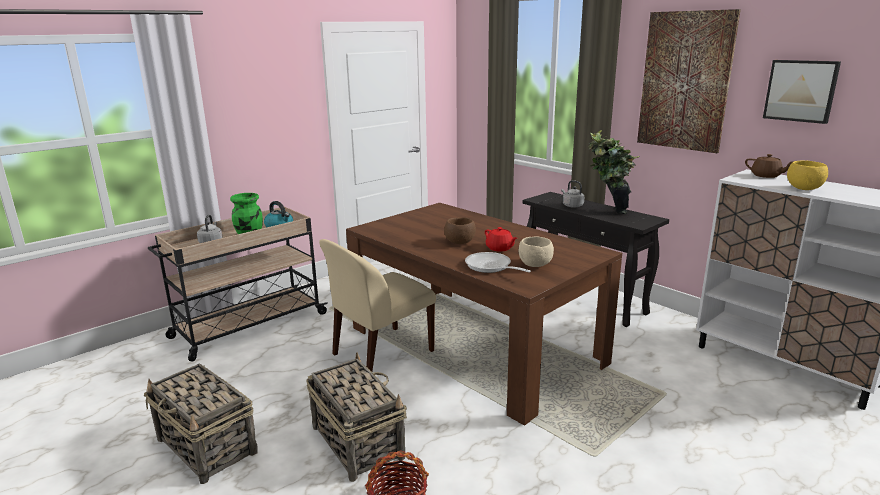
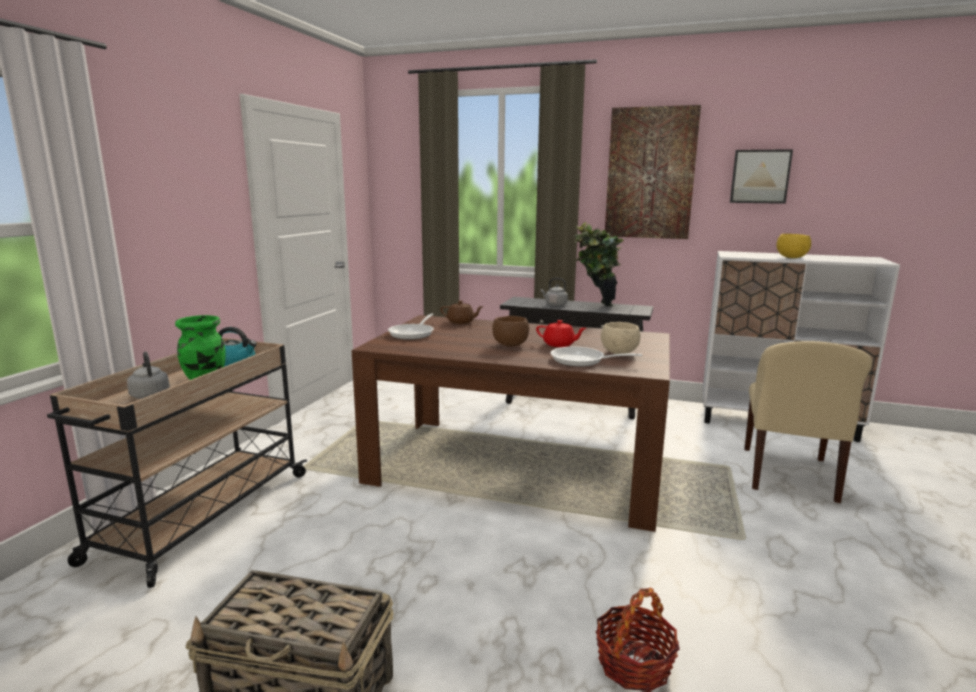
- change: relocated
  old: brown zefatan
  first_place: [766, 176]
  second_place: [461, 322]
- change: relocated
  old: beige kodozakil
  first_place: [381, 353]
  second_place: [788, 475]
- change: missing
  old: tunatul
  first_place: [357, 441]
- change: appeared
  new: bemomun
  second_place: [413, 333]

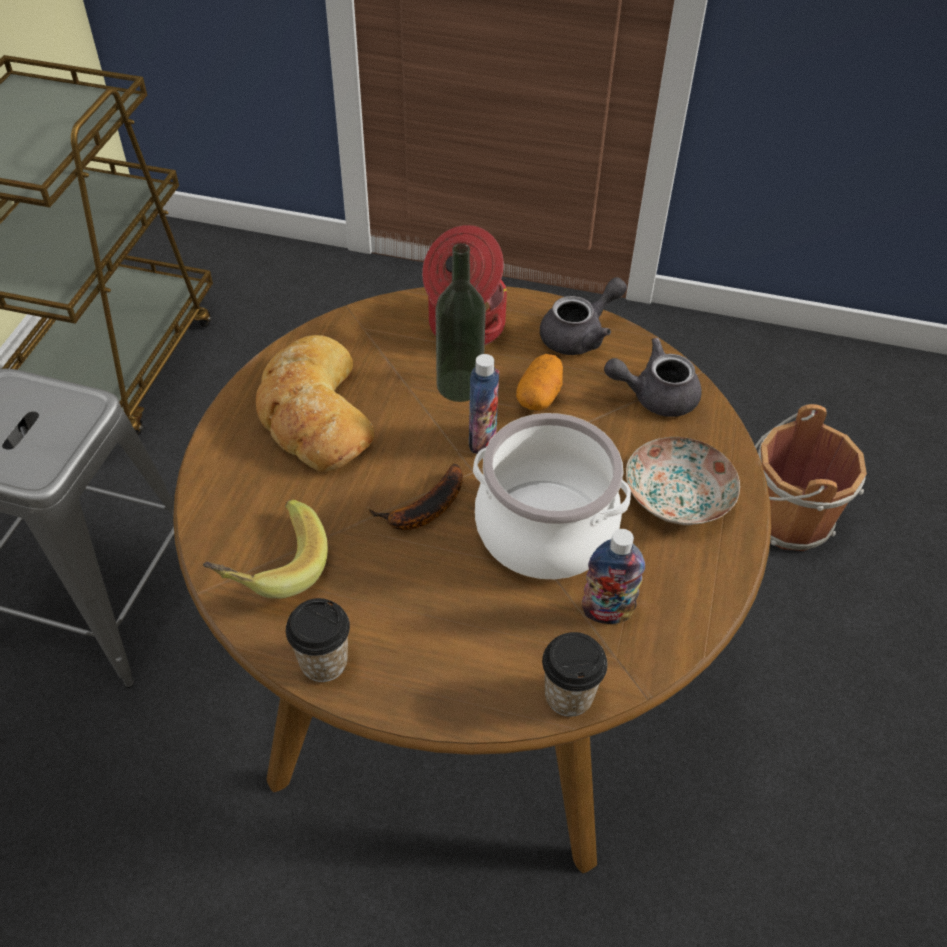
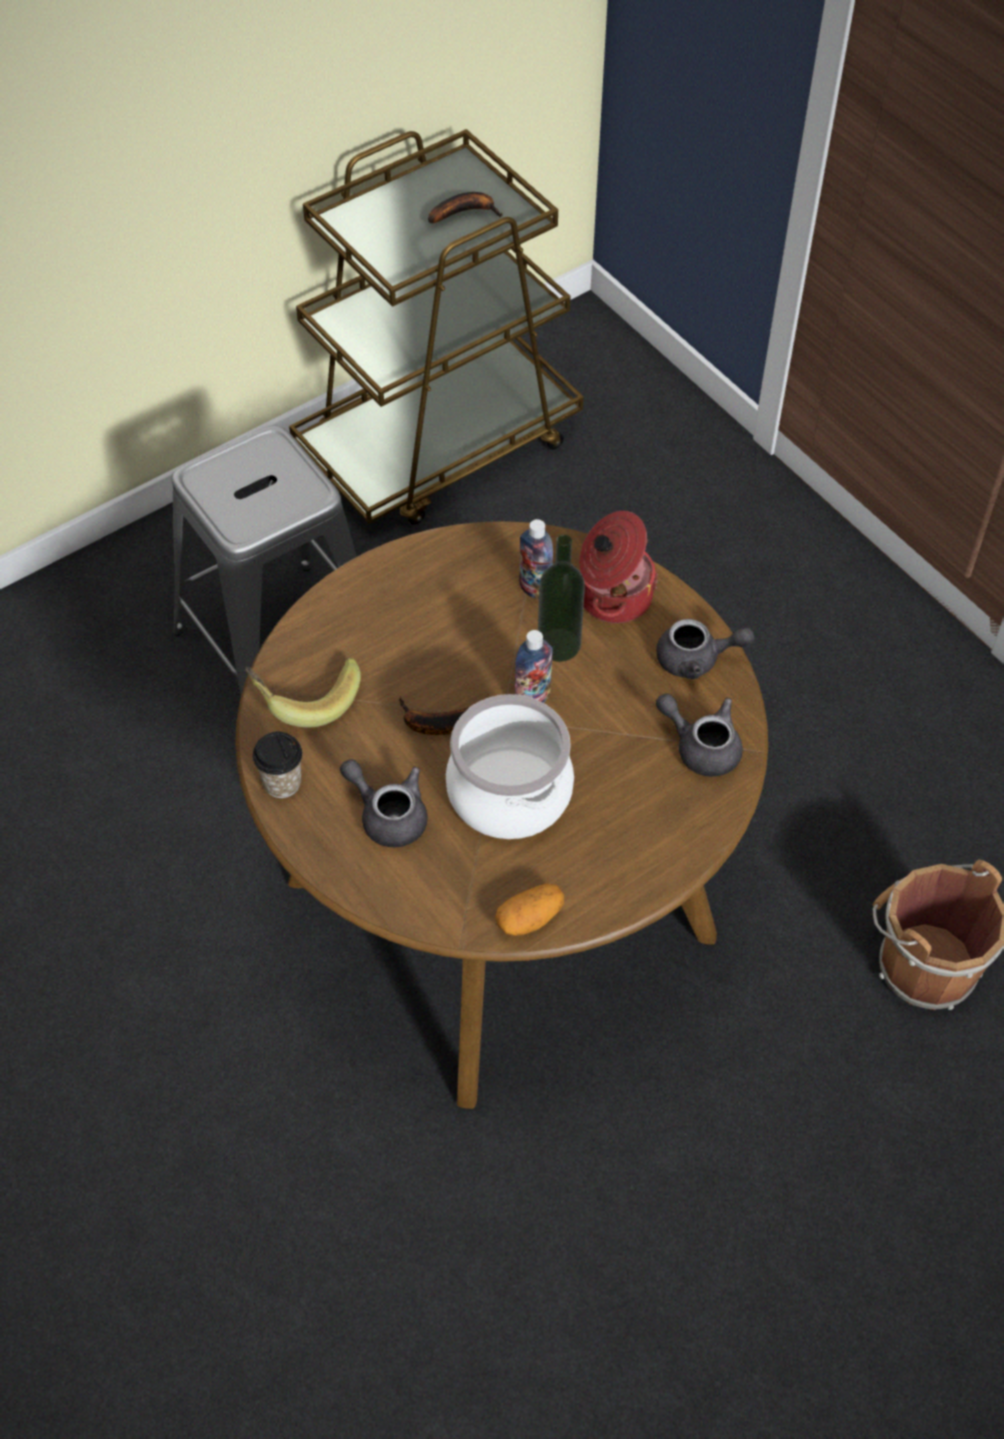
- change: missing
  old: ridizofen
  first_place: [313, 413]
- change: relocated
  old: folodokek
  first_place: [539, 395]
  second_place: [530, 918]
- change: missing
  old: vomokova
  first_place: [679, 496]
- change: relocated
  old: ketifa
  first_place: [607, 612]
  second_place: [535, 589]
- change: missing
  old: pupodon
  first_place: [569, 695]
- change: appeared
  new: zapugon
  second_place: [465, 212]
- change: appeared
  new: grey zefatan
  second_place: [388, 815]

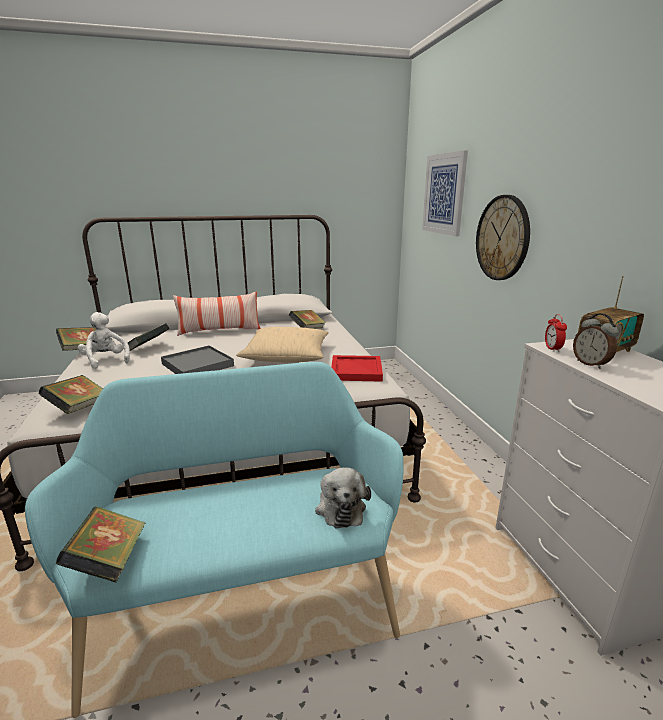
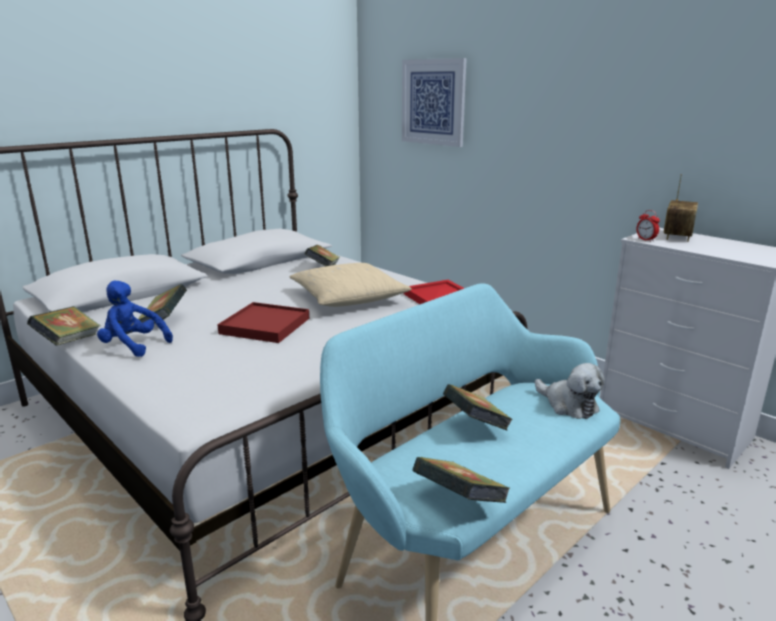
- change: missing
  old: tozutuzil
  first_place: [502, 238]
- change: missing
  old: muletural
  first_place: [219, 331]
- change: colour
  old: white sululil
  new: blue sululil
  first_place: [106, 360]
  second_place: [133, 346]
- change: missing
  old: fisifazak
  first_place: [591, 364]
- change: colour
  old: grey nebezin
  new: red nebezin
  first_place: [198, 365]
  second_place: [265, 326]
- change: relocated
  old: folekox
  first_place: [78, 408]
  second_place: [475, 425]

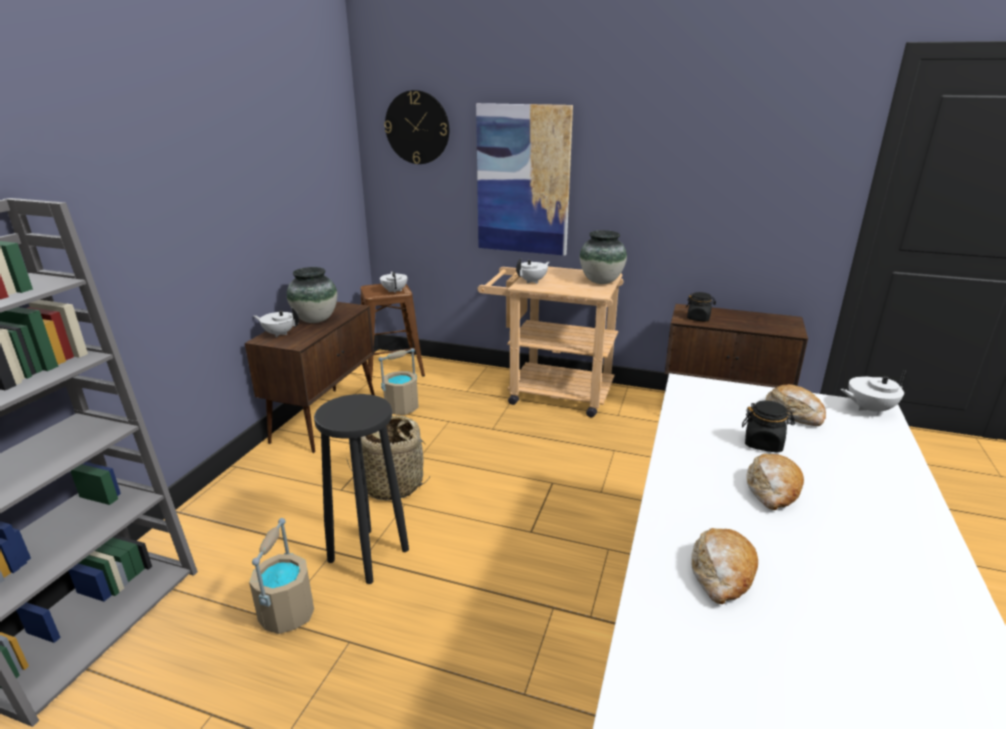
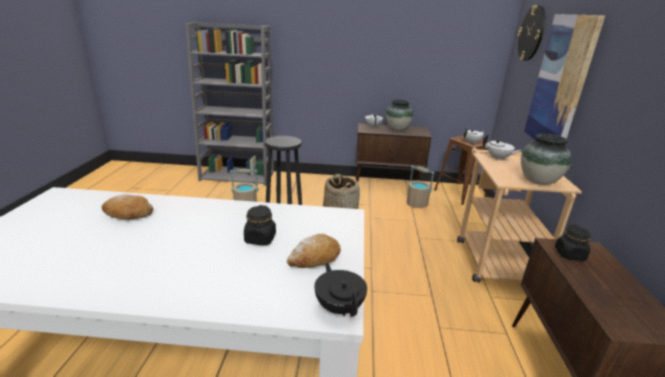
- change: colour
  old: white zefatan
  new: black zefatan
  first_place: [868, 409]
  second_place: [339, 306]
- change: missing
  old: ridizofen
  first_place: [772, 490]

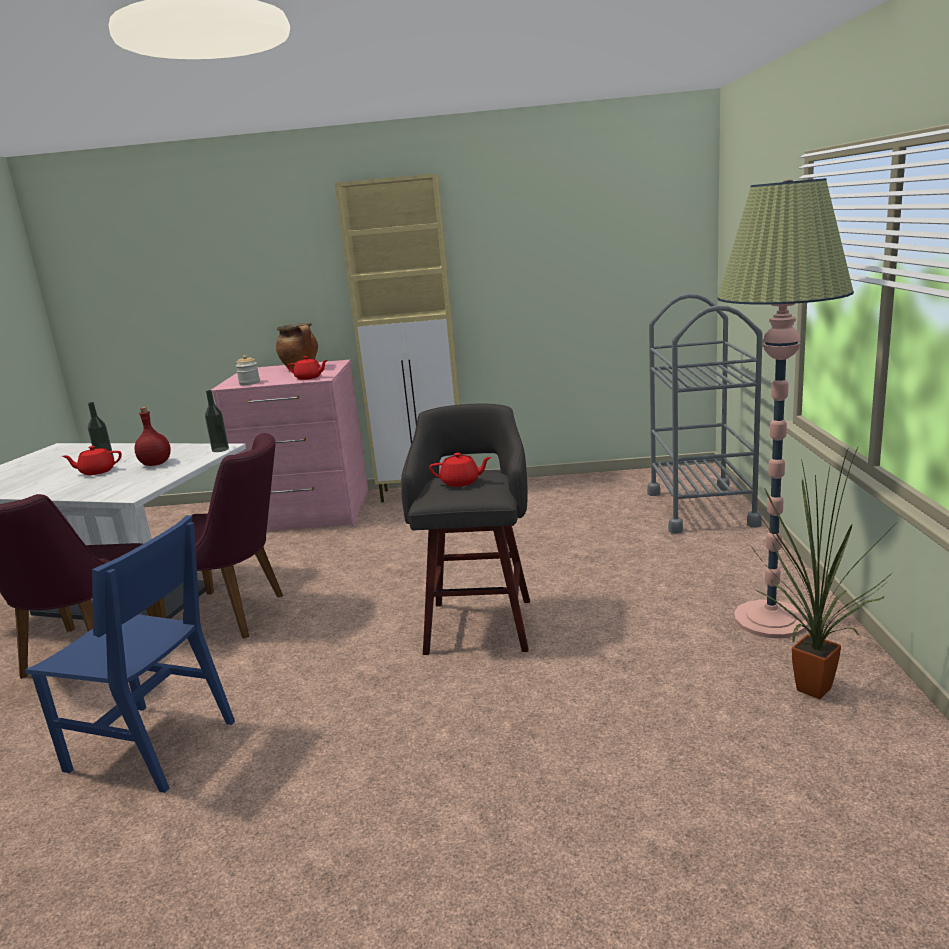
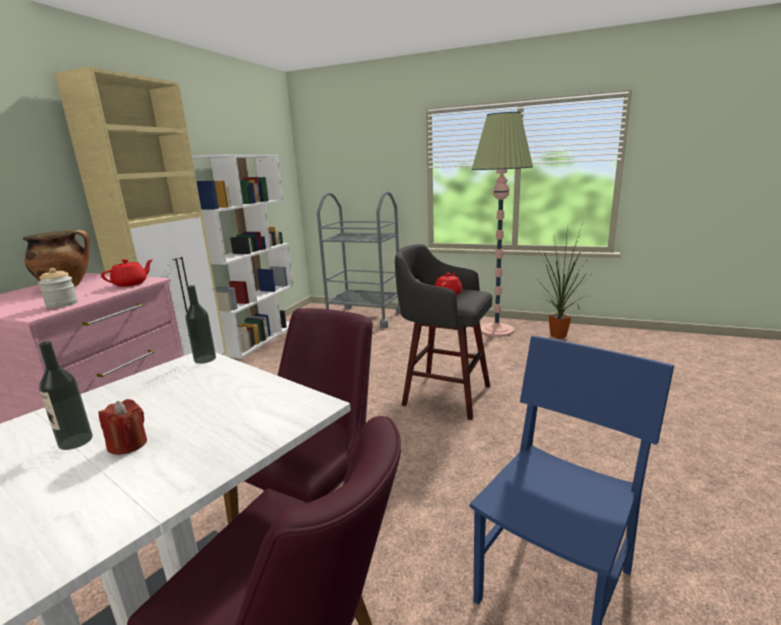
- change: missing
  old: red ketifa
  first_place: [156, 464]
- change: exchanged
  old: red zefatan
  new: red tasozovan
  first_place: [97, 472]
  second_place: [128, 444]
- change: appeared
  new: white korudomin
  second_place: [261, 338]

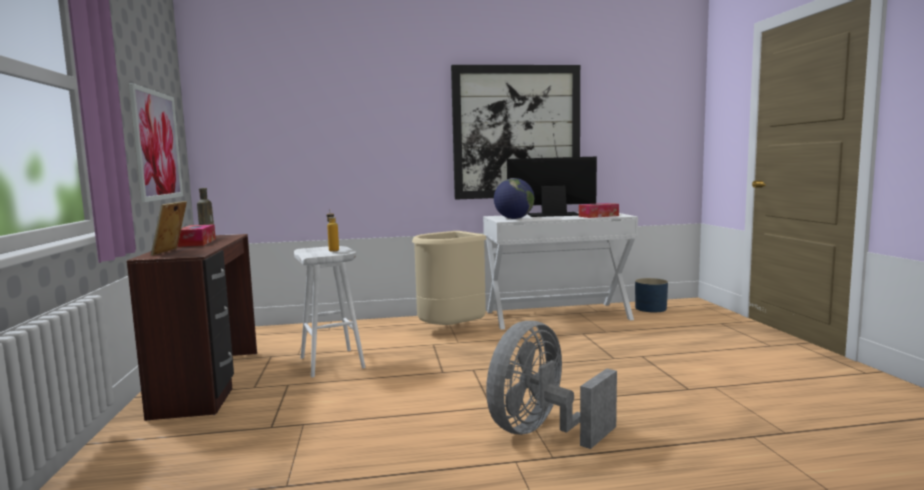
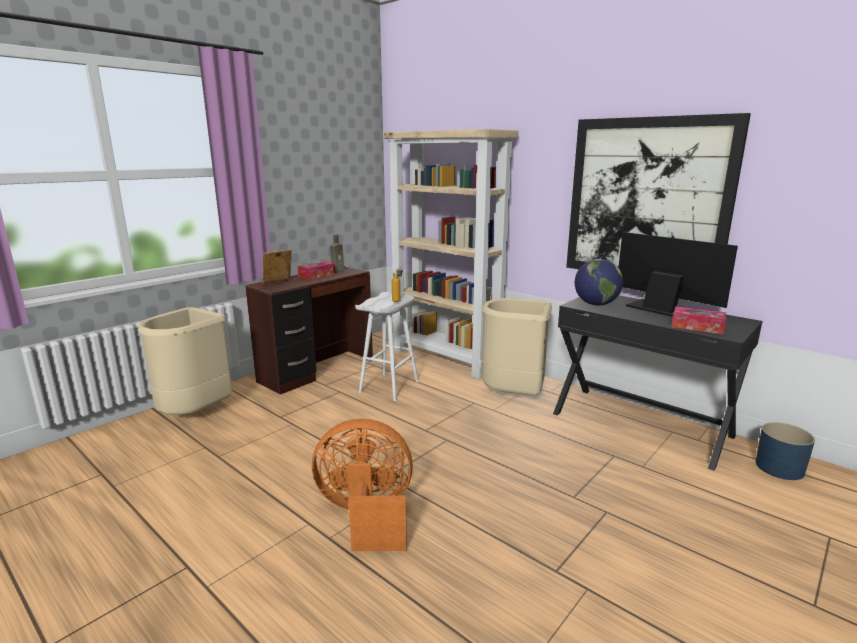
- change: missing
  old: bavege
  first_place: [157, 145]
- change: colour
  old: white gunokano
  new: black gunokano
  first_place: [557, 315]
  second_place: [641, 424]
- change: colour
  old: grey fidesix
  new: orange fidesix
  first_place: [542, 432]
  second_place: [366, 516]
- change: appeared
  new: beige korudomin
  second_place: [447, 358]
- change: appeared
  new: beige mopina
  second_place: [195, 413]

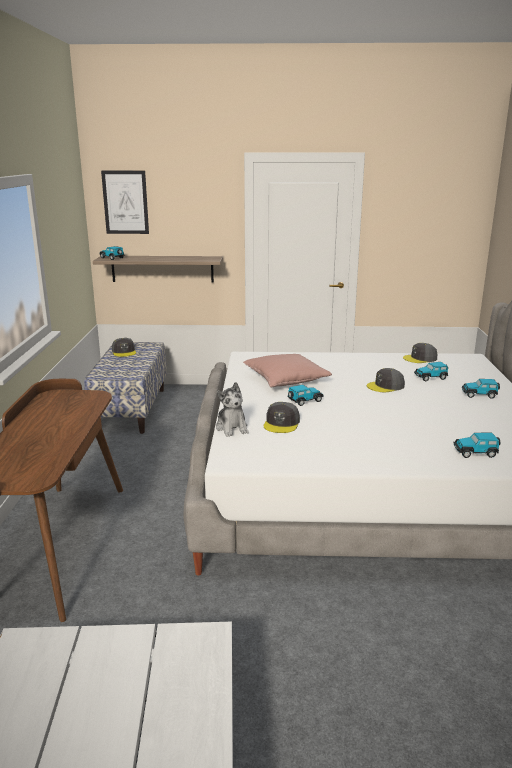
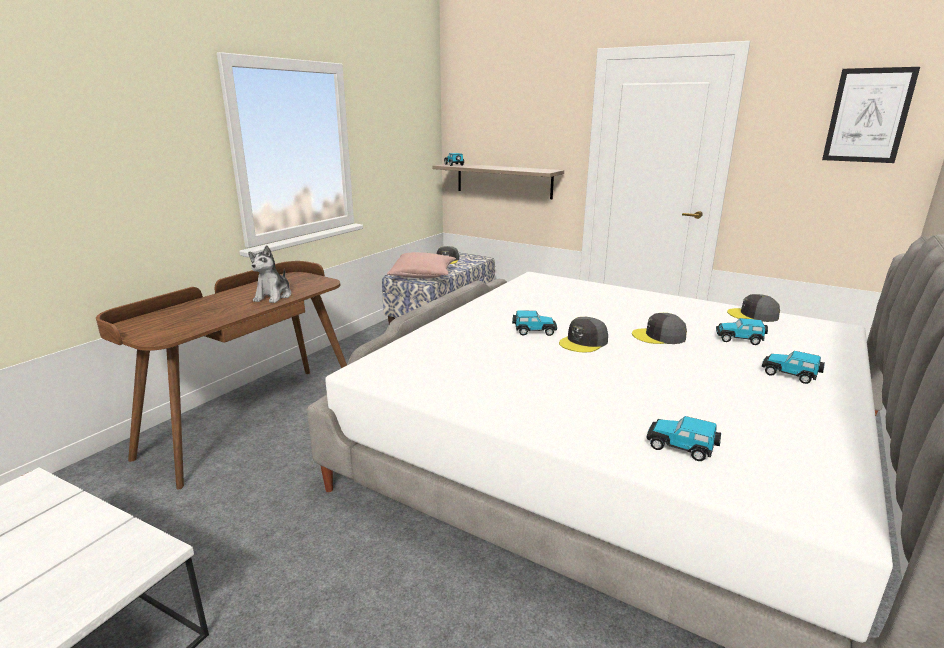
- change: relocated
  old: bavege
  first_place: [125, 202]
  second_place: [868, 116]
- change: relocated
  old: pink muletural
  first_place: [286, 380]
  second_place: [423, 275]
- change: relocated
  old: sululil
  first_place: [232, 428]
  second_place: [273, 296]
- change: relocated
  old: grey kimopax
  first_place: [282, 423]
  second_place: [583, 342]

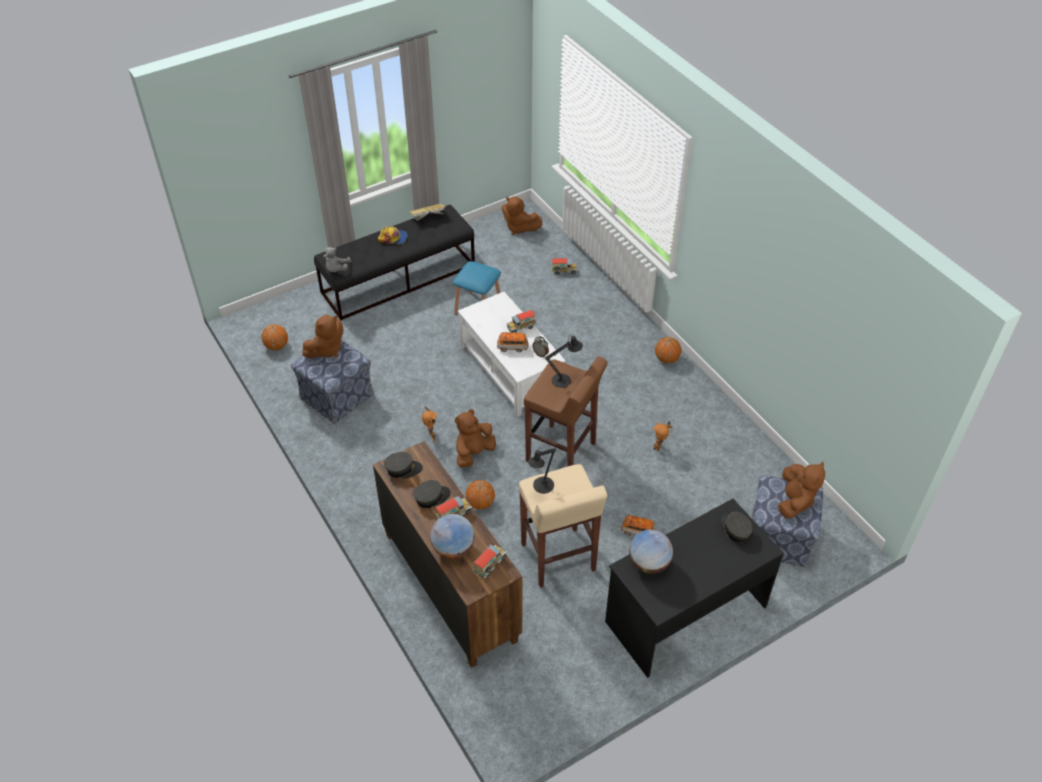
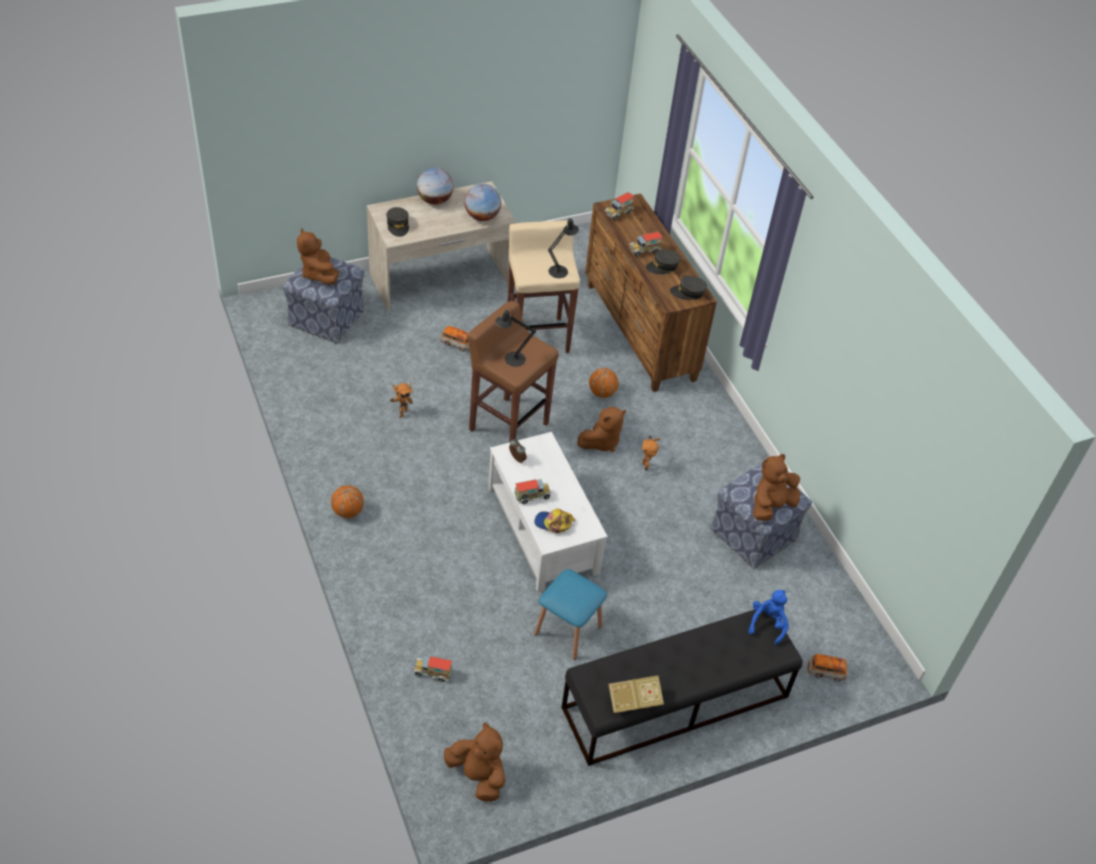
- change: relocated
  old: kimopax
  first_place: [393, 238]
  second_place: [553, 523]
- change: colour
  old: grey sululil
  new: blue sululil
  first_place: [336, 269]
  second_place: [768, 624]
- change: missing
  old: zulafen
  first_place: [276, 346]
- change: relocated
  old: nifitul
  first_place: [512, 347]
  second_place: [826, 672]
- change: spun
  old: brown sululil
  first_place: [795, 501]
  second_place: [319, 274]
  degrees: -45
- change: colour
  old: black gunokano
  new: beige gunokano
  first_place: [685, 613]
  second_place: [440, 280]
- change: relocated
  old: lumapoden
  first_place: [453, 548]
  second_place: [435, 200]

